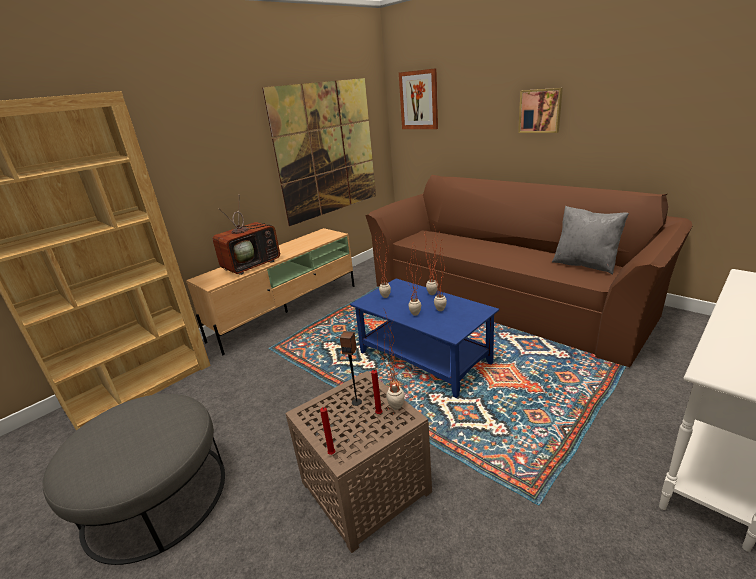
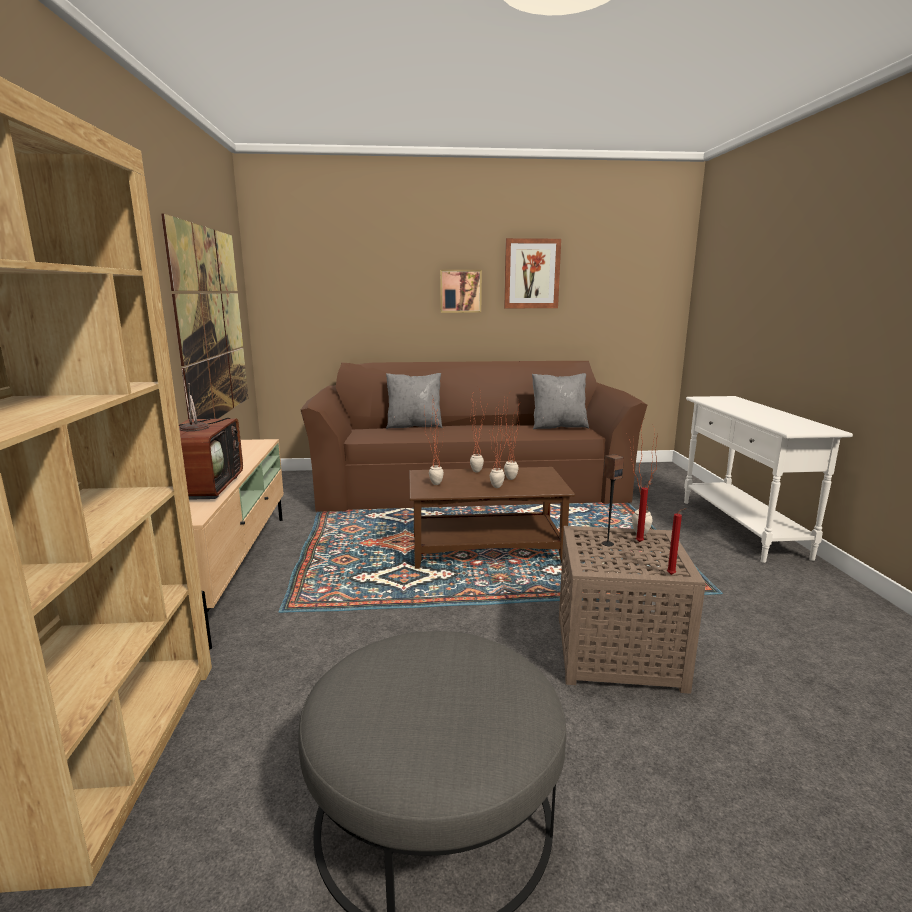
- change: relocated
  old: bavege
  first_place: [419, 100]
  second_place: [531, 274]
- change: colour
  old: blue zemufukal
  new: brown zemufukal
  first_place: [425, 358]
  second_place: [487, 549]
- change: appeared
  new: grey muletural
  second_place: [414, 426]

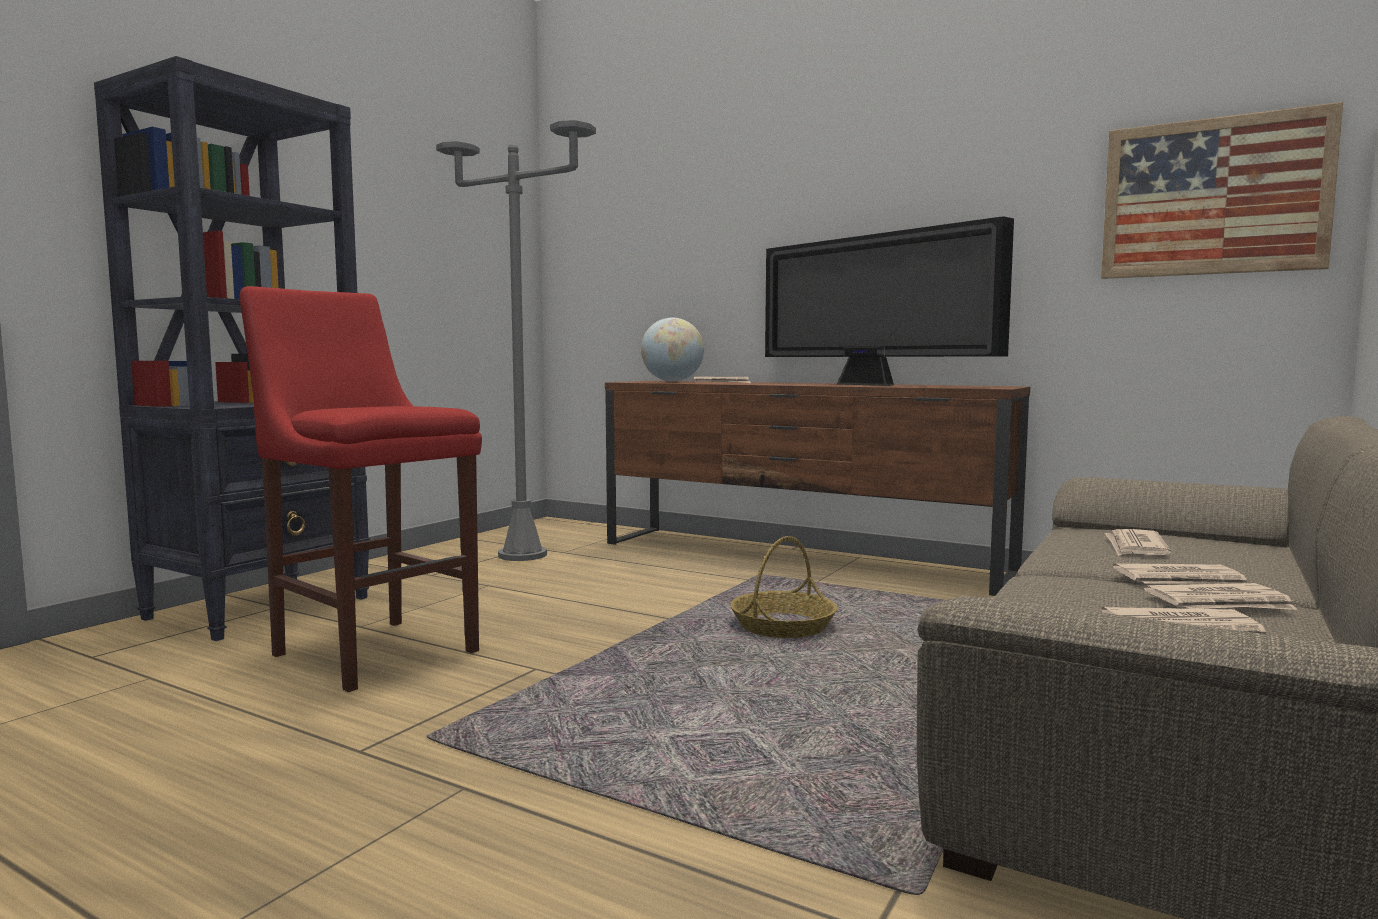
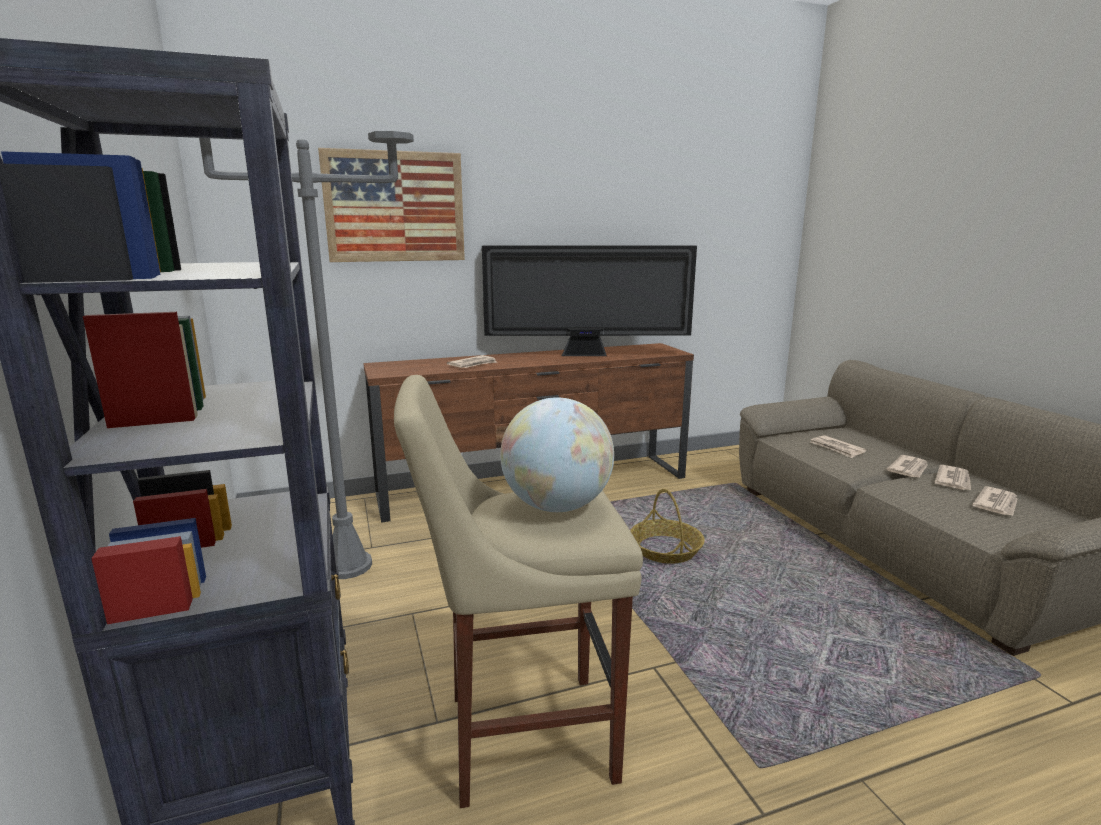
- change: relocated
  old: bavege
  first_place: [1213, 197]
  second_place: [395, 207]
- change: colour
  old: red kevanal
  new: beige kevanal
  first_place: [371, 650]
  second_place: [520, 736]
- change: relocated
  old: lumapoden
  first_place: [672, 381]
  second_place: [557, 506]

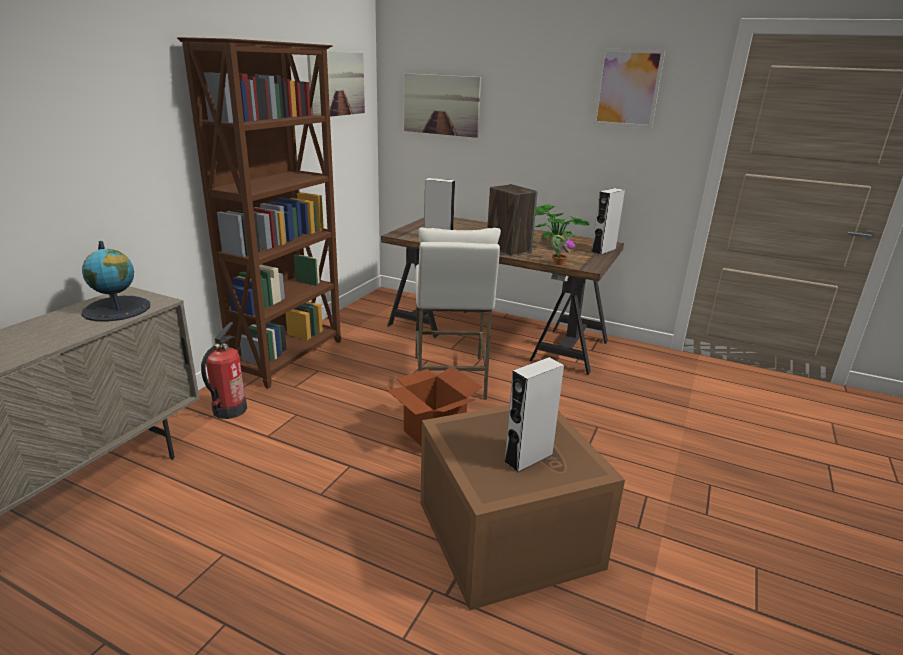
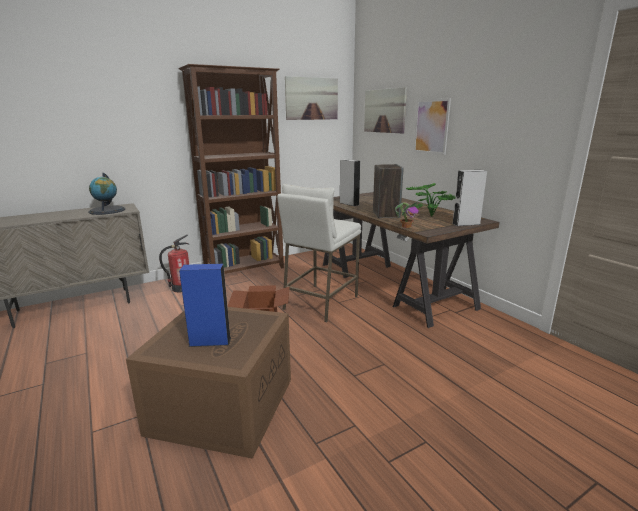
- change: relocated
  old: bavege
  first_place: [627, 88]
  second_place: [431, 126]
- change: colour
  old: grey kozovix
  new: blue kozovix
  first_place: [528, 458]
  second_place: [210, 341]

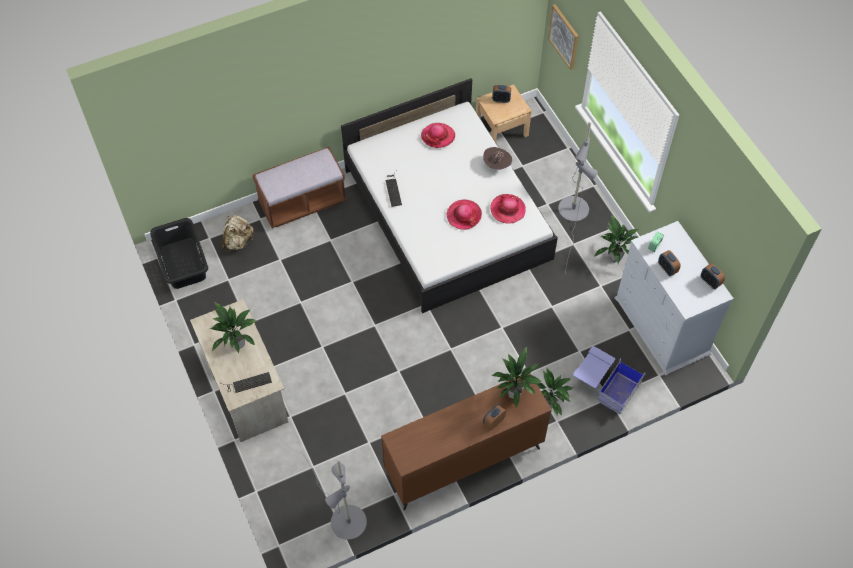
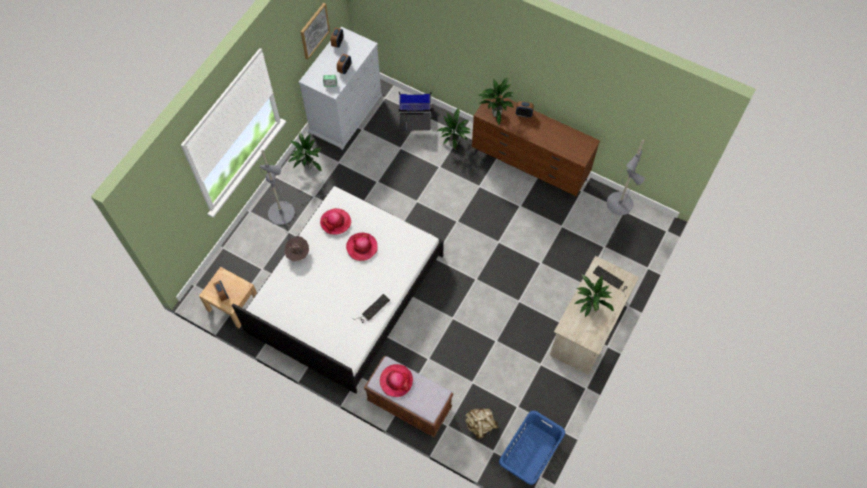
- change: relocated
  old: bavege
  first_place: [564, 36]
  second_place: [314, 30]
- change: relocated
  old: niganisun
  first_place: [438, 136]
  second_place: [396, 381]
- change: colour
  old: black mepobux
  new: blue mepobux
  first_place: [183, 263]
  second_place: [529, 452]
- change: colour
  old: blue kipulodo
  new: black kipulodo
  first_place: [605, 385]
  second_place: [415, 121]

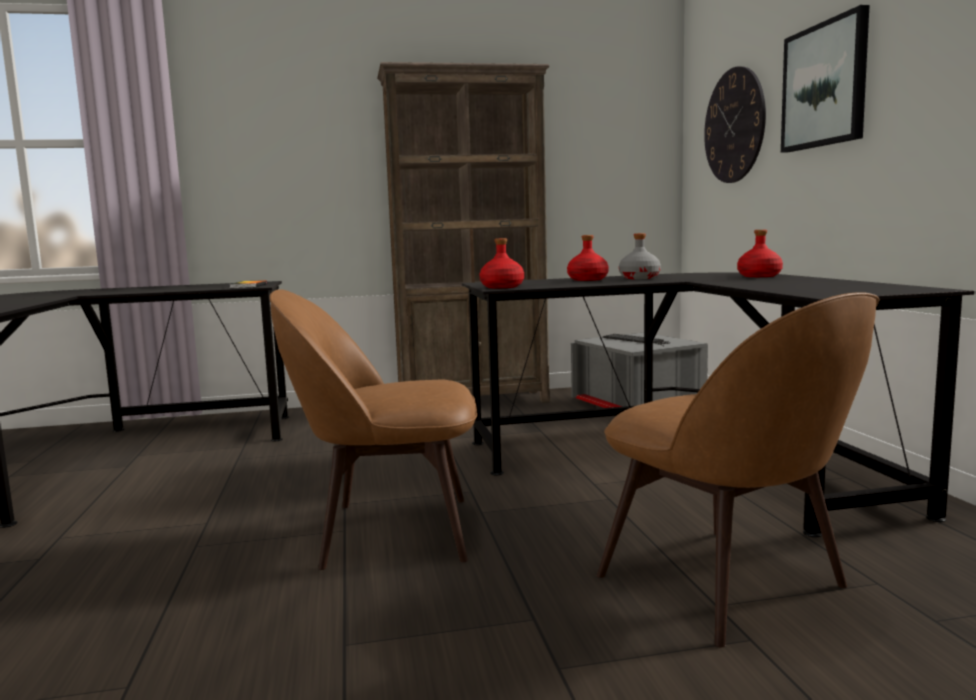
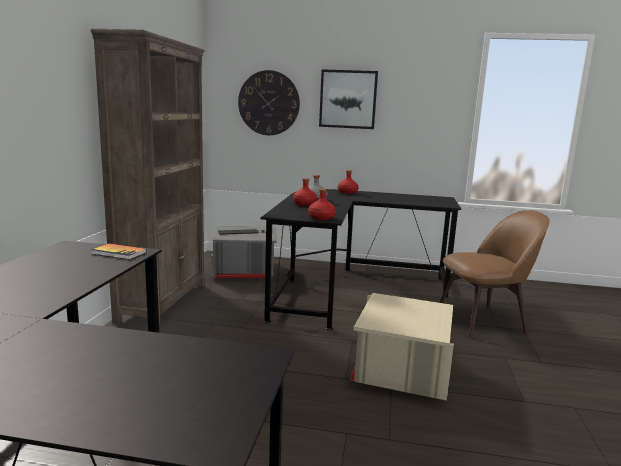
- change: exchanged
  old: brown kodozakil
  new: beige kipulodo
  first_place: [389, 531]
  second_place: [399, 371]

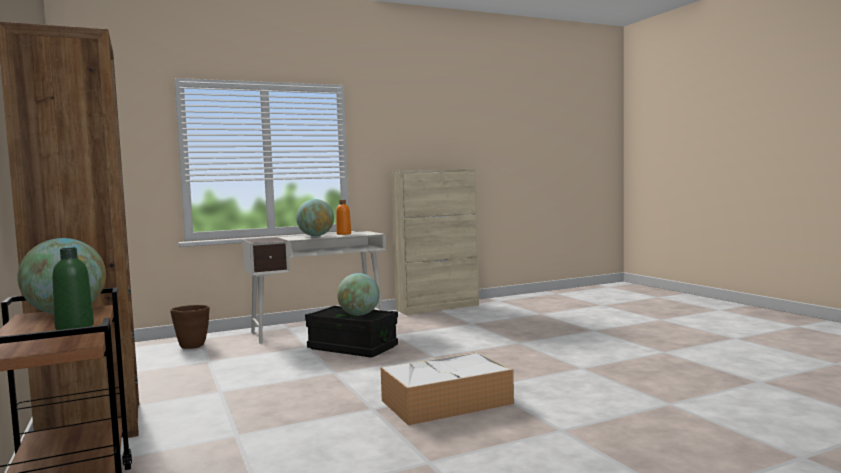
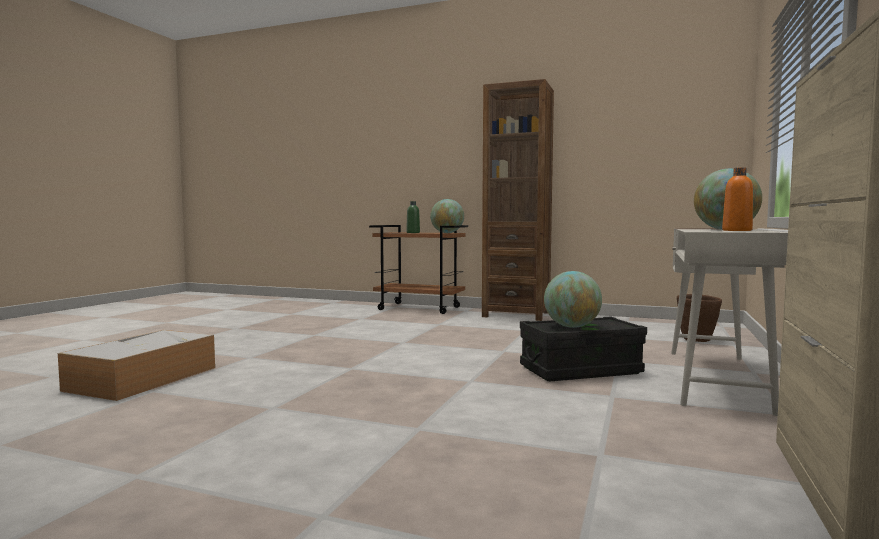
- change: relocated
  old: kipulodo
  first_place: [445, 402]
  second_place: [144, 378]

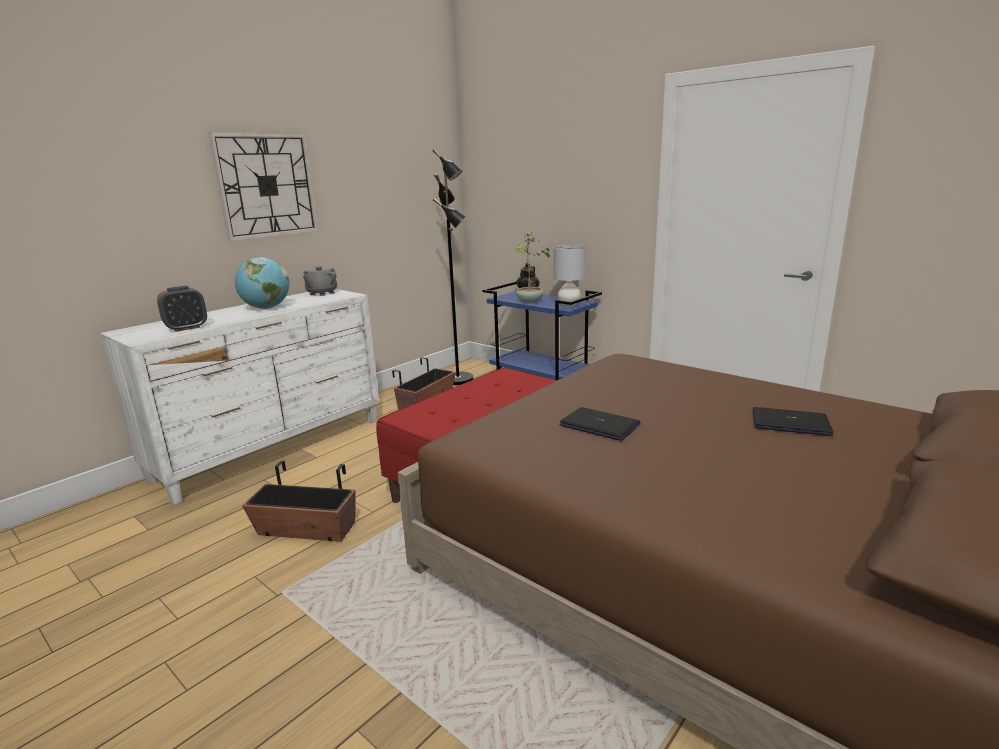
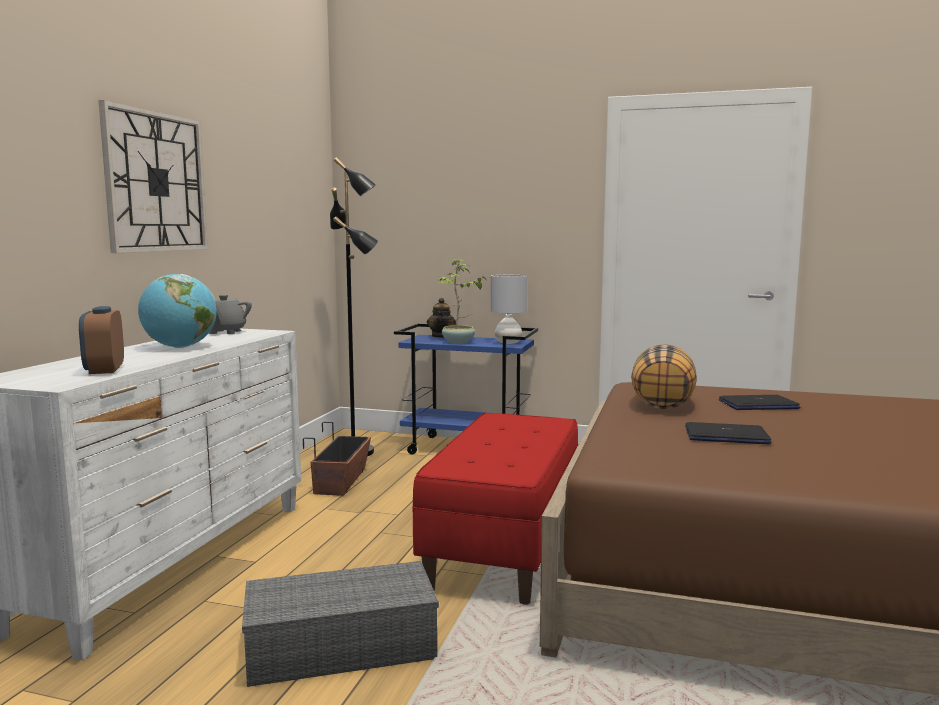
- change: spun
  old: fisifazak
  first_place: [186, 328]
  second_place: [104, 370]
  degrees: 135
- change: relocated
  old: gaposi
  first_place: [790, 423]
  second_place: [758, 404]
- change: exchanged
  old: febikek
  new: grey kipulodo
  first_place: [306, 529]
  second_place: [344, 645]
- change: appeared
  new: muletural
  second_place: [663, 404]

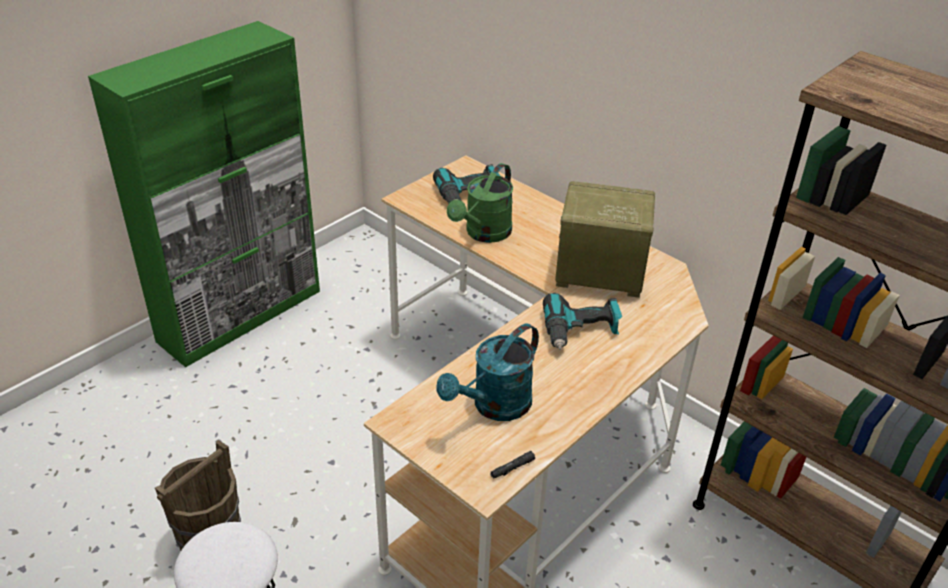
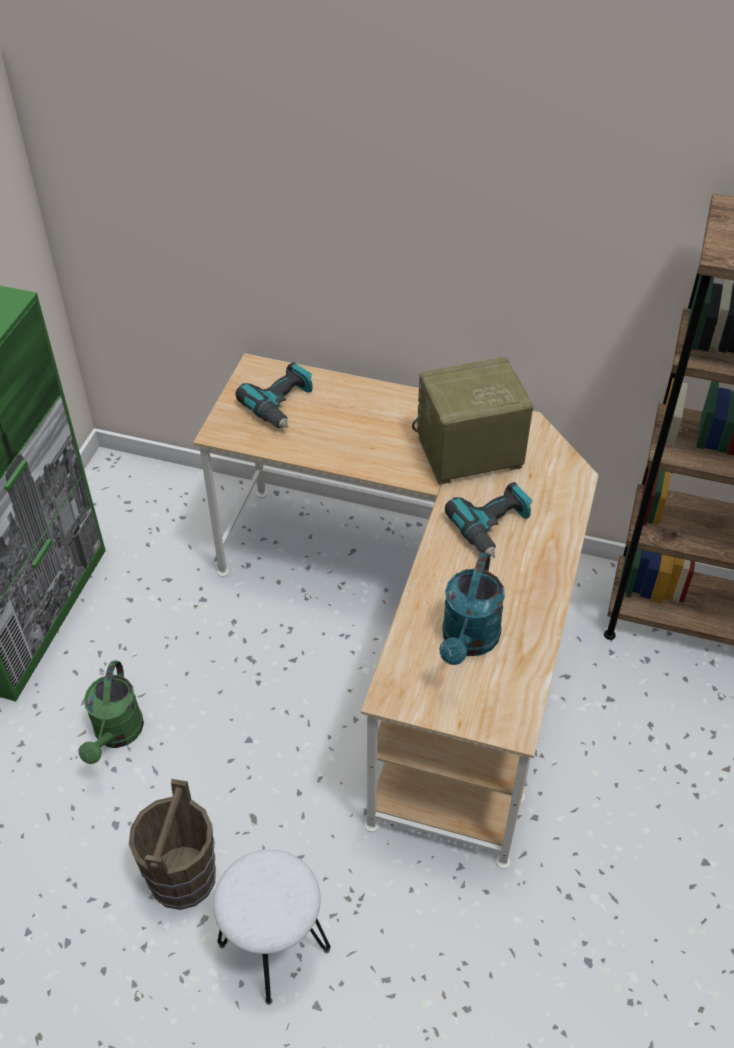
- change: relocated
  old: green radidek
  first_place: [484, 234]
  second_place: [116, 735]
- change: missing
  old: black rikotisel
  first_place: [512, 468]

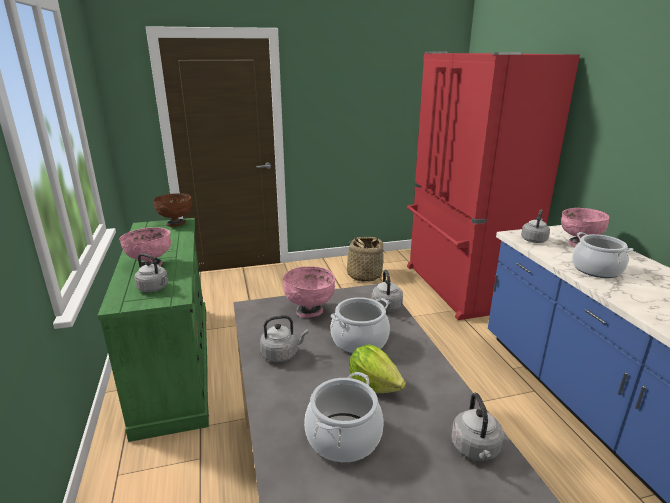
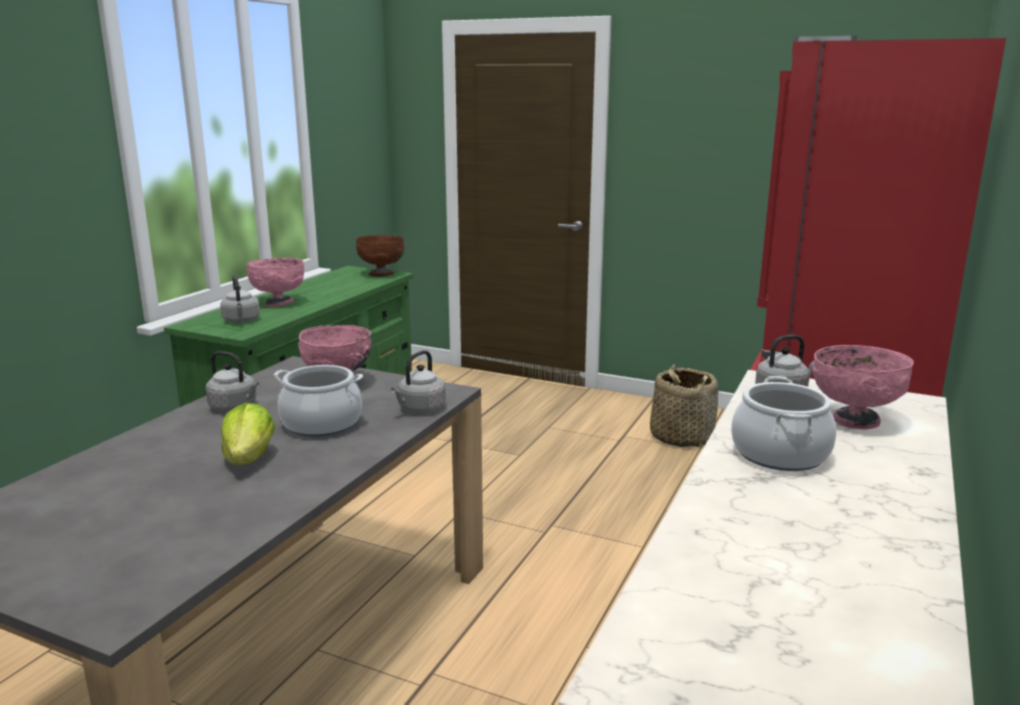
- change: missing
  old: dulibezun
  first_place: [343, 437]
- change: missing
  old: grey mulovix
  first_place: [476, 449]

